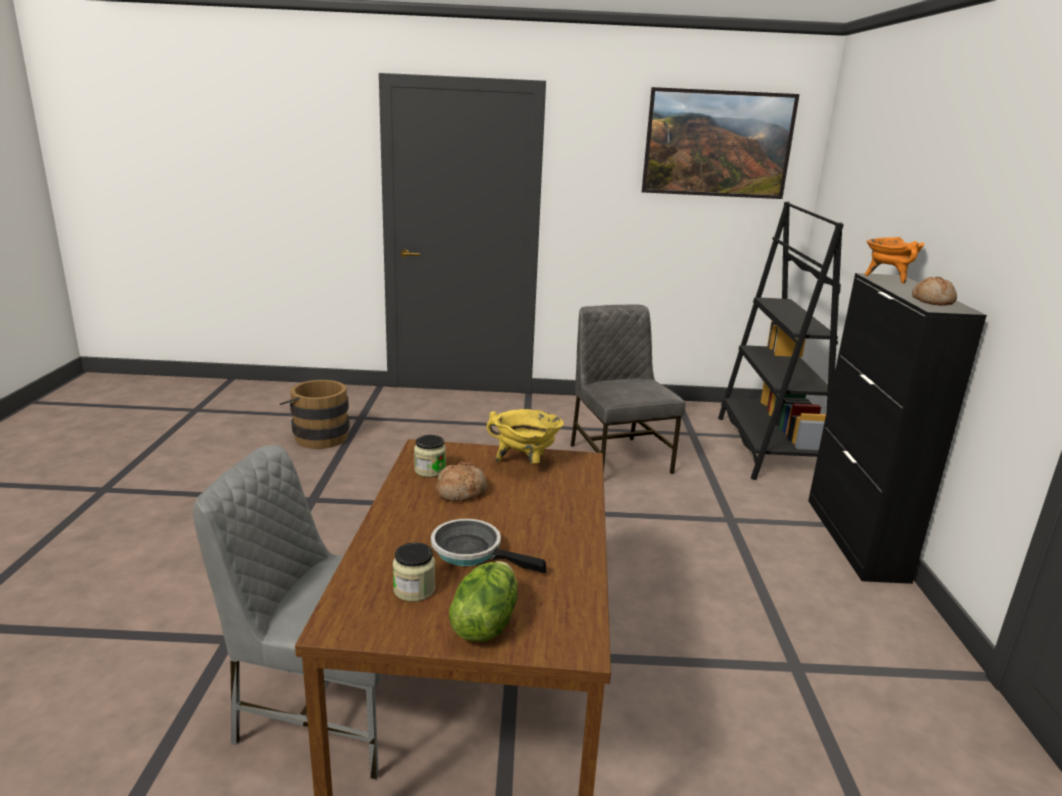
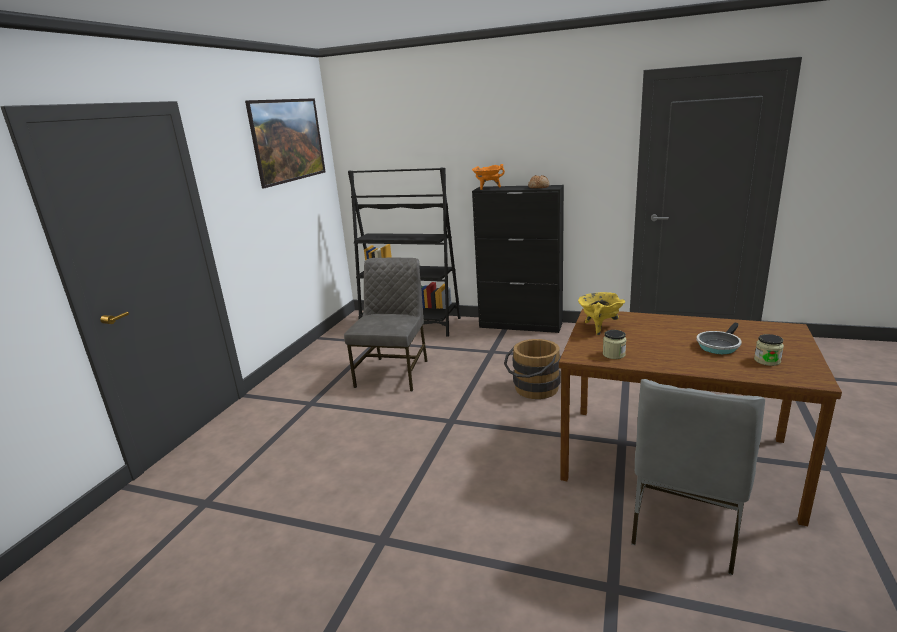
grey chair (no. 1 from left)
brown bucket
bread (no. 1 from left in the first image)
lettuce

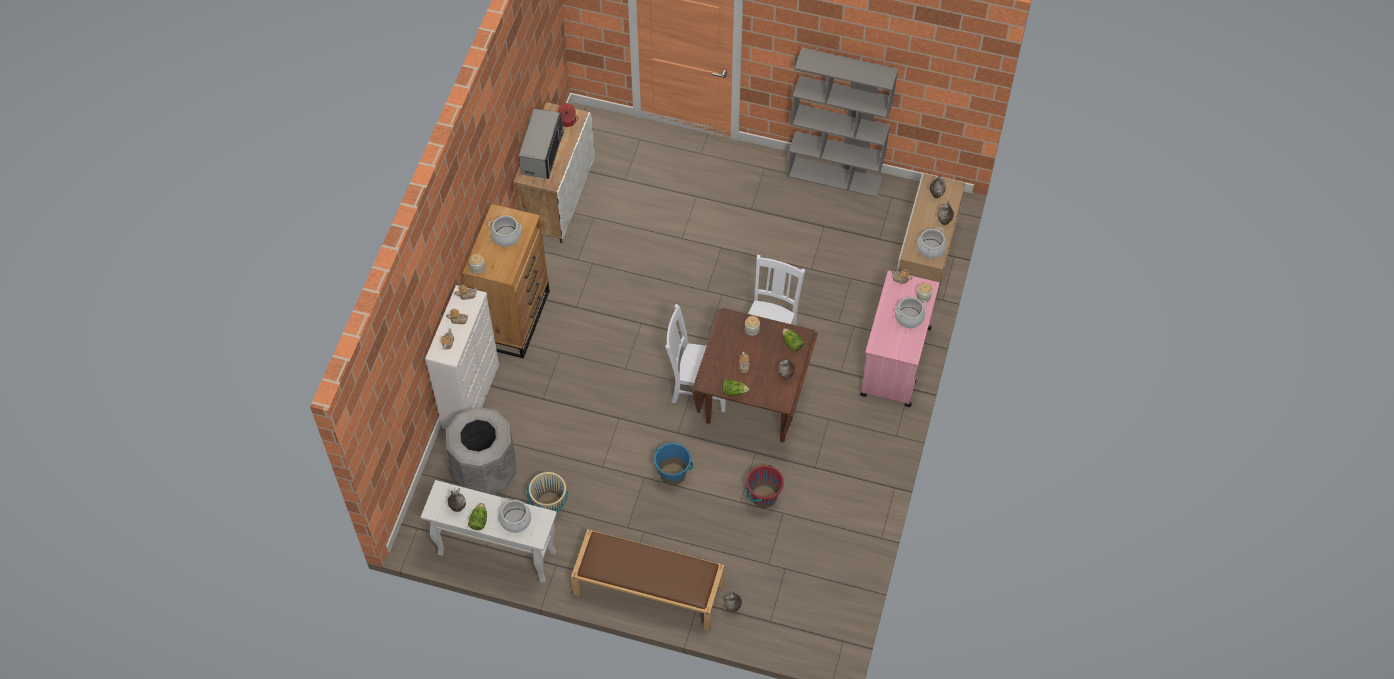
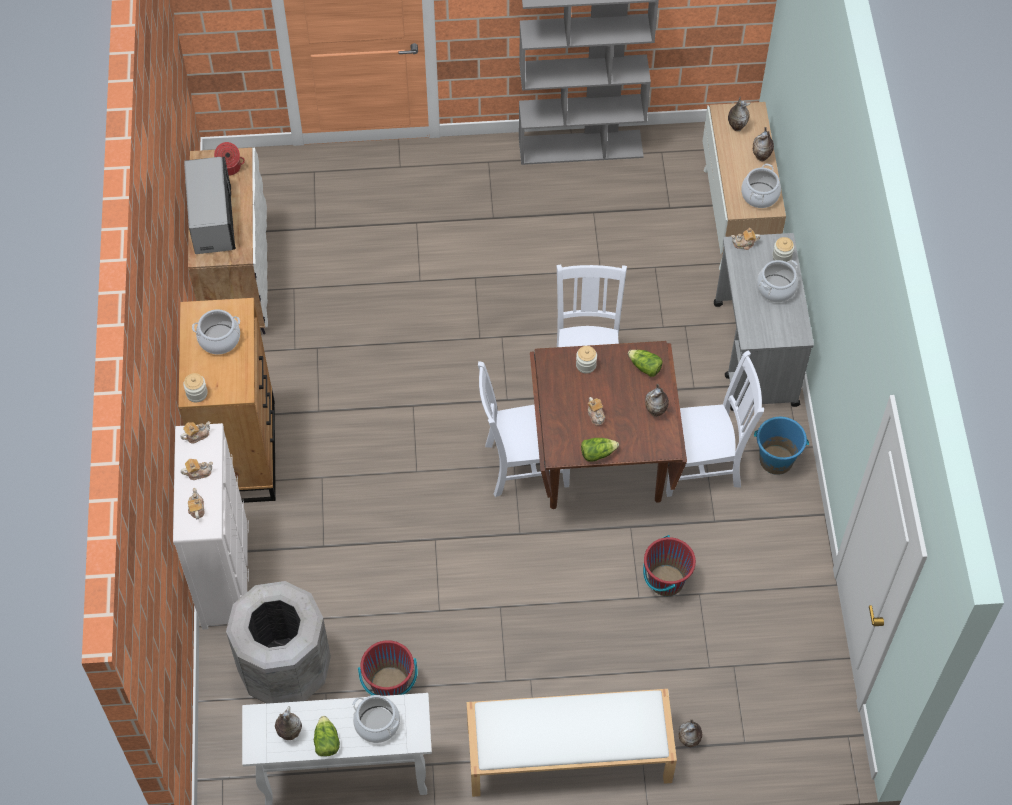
red bucket (no. 1 from left)
white bench
white chair (no. 3 from left)
grey cart
blue bucket

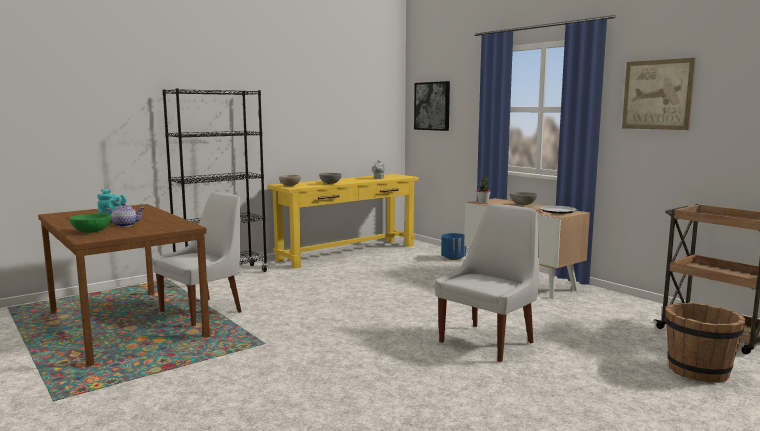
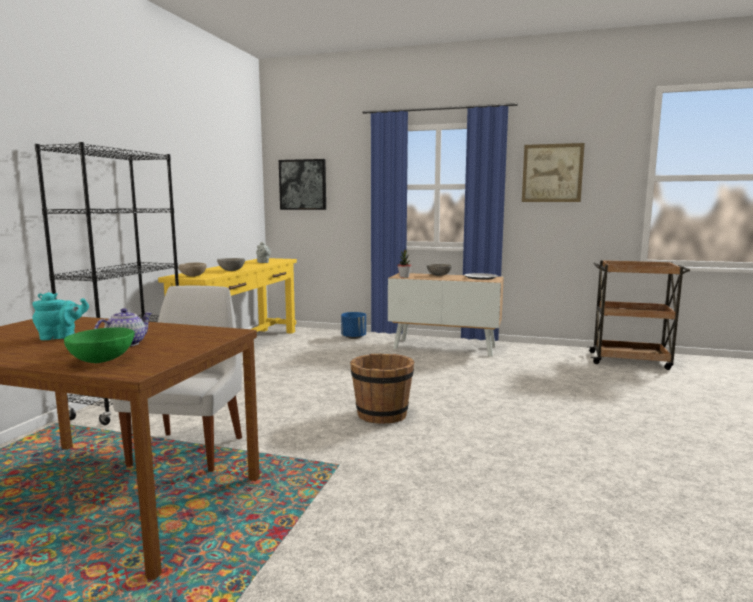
brown bucket
white chair (no. 2 from left in the first image)

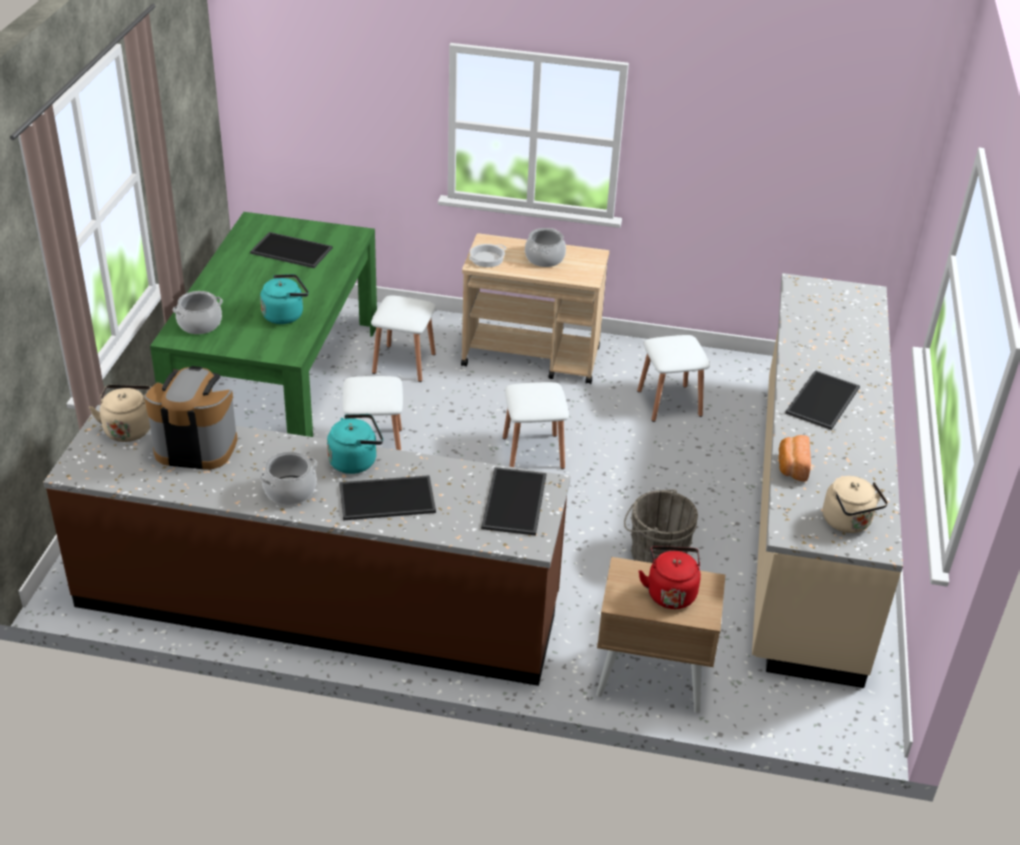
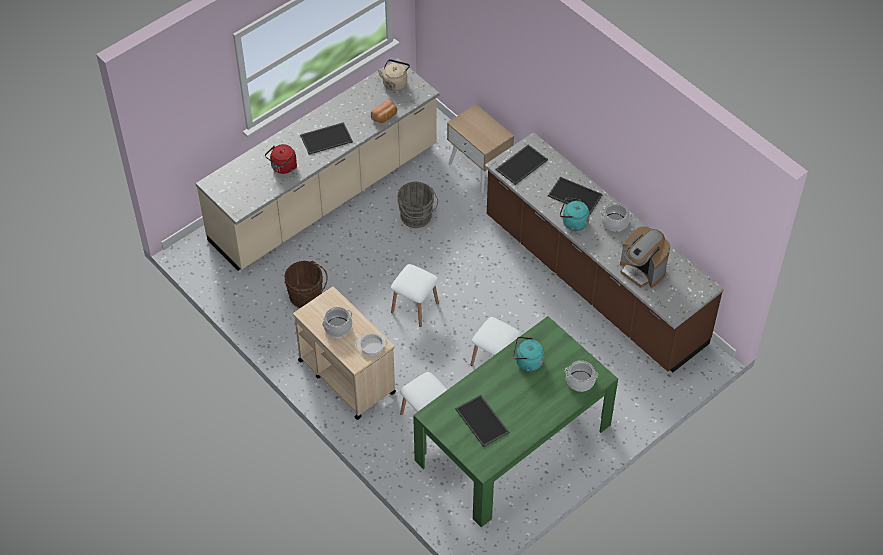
red kettle
brown bucket
beige kettle (no. 1 from left in the first image)

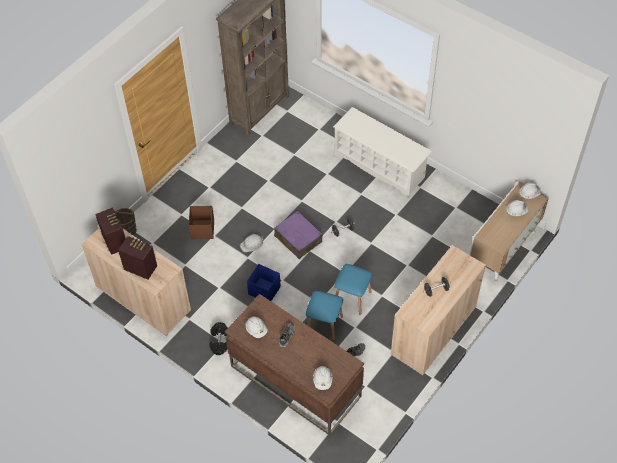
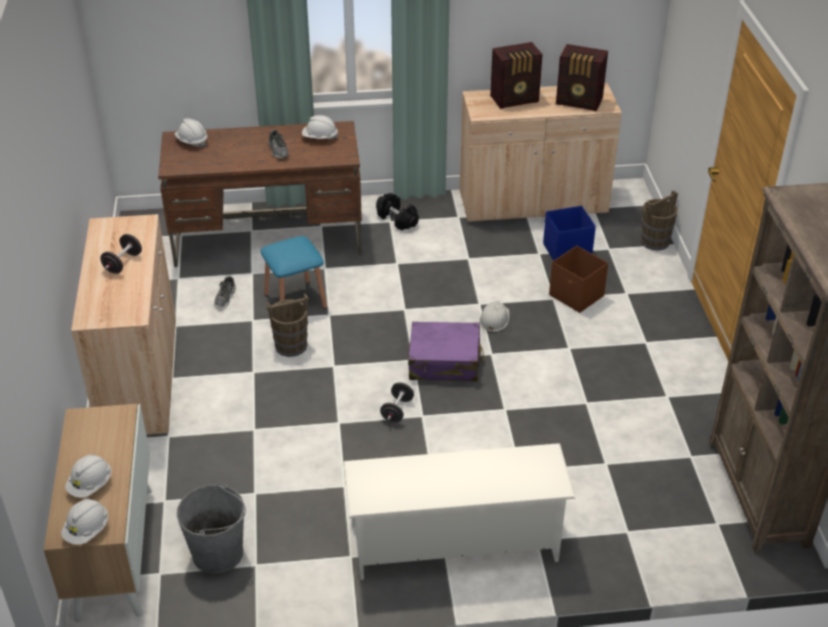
grey bucket
brown bucket (no. 1 from left)
blue storage box

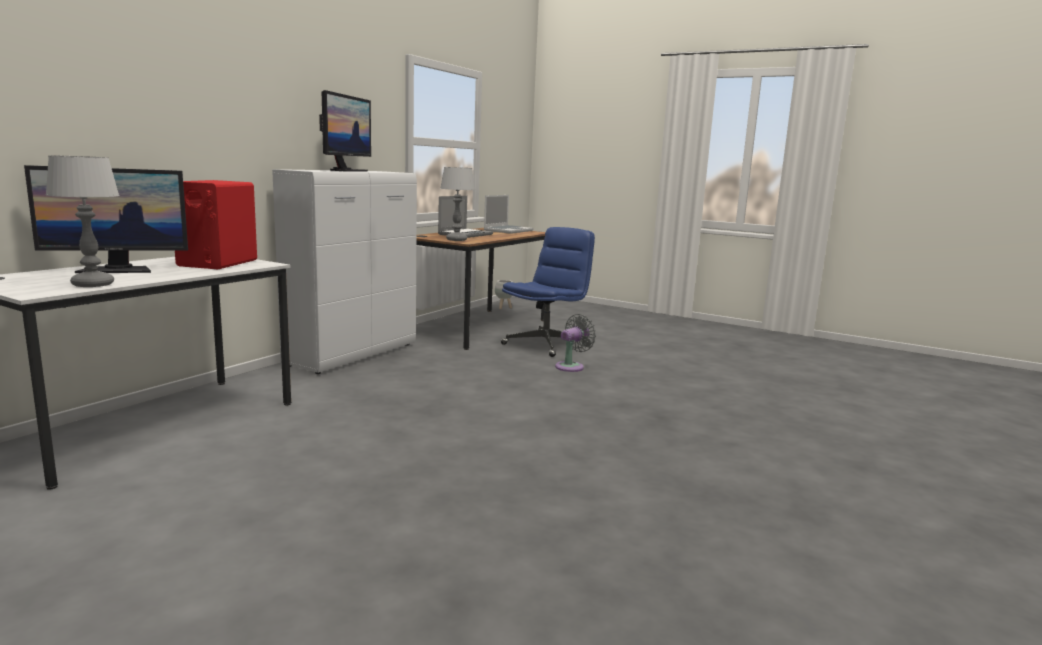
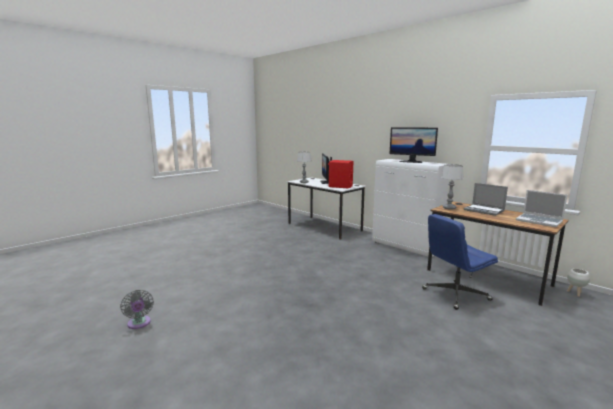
grey fan
blue office chair

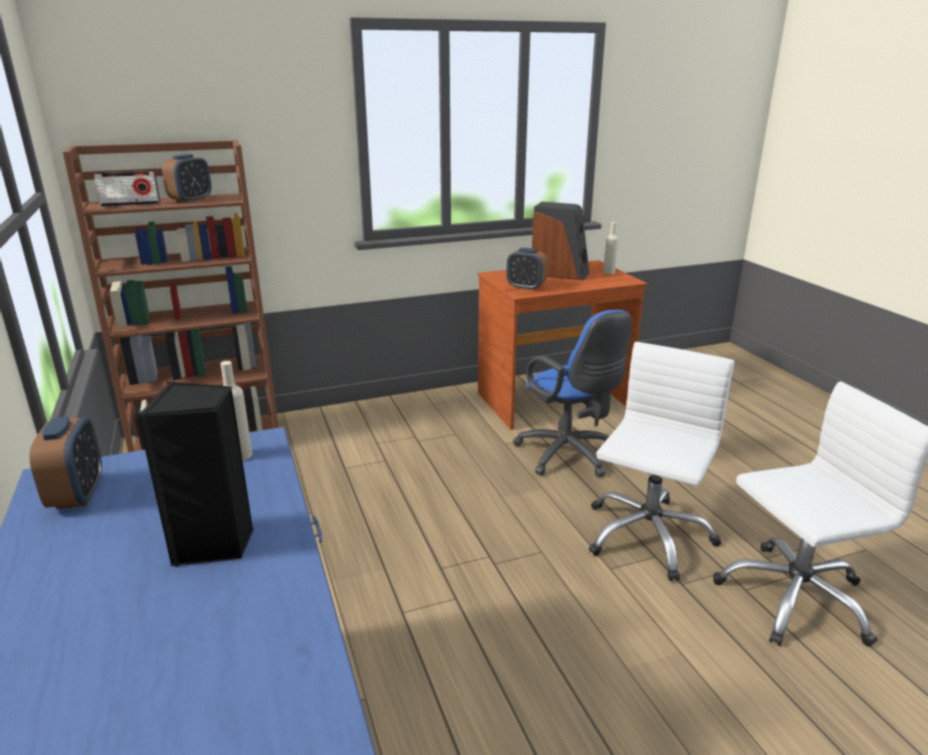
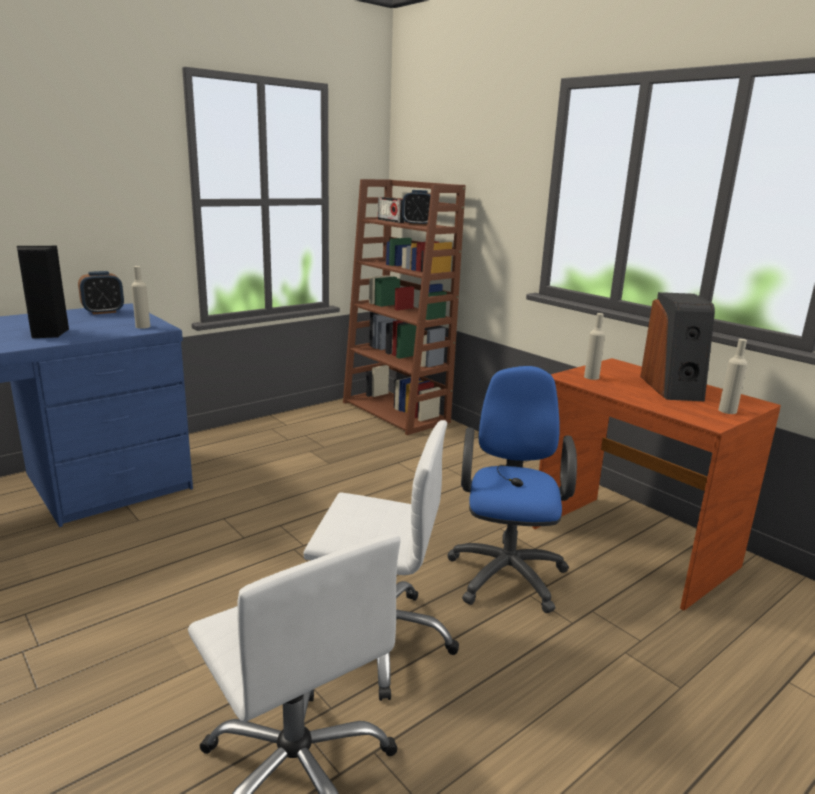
blue office chair
beige bottle (no. 2 from left)

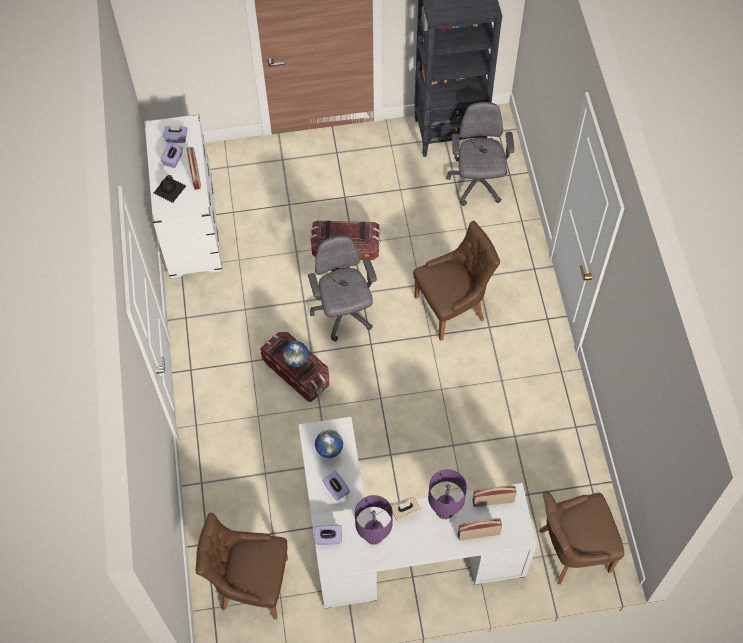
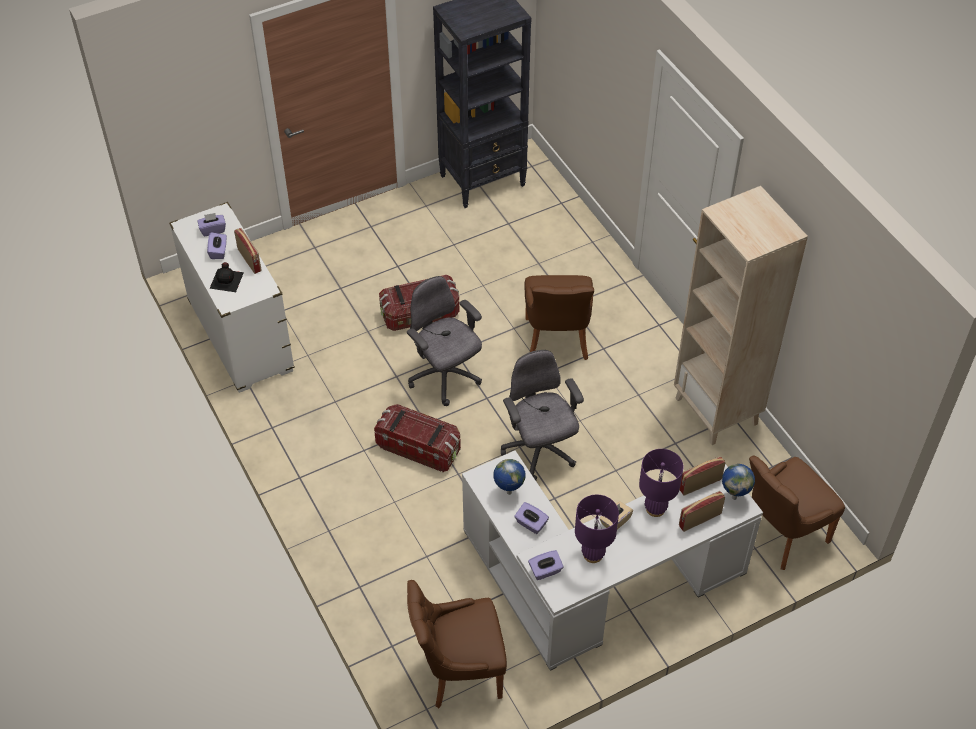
grey office chair (no. 2 from left)
brown chair (no. 2 from left)
beige bookcase
globe (no. 2 from left)

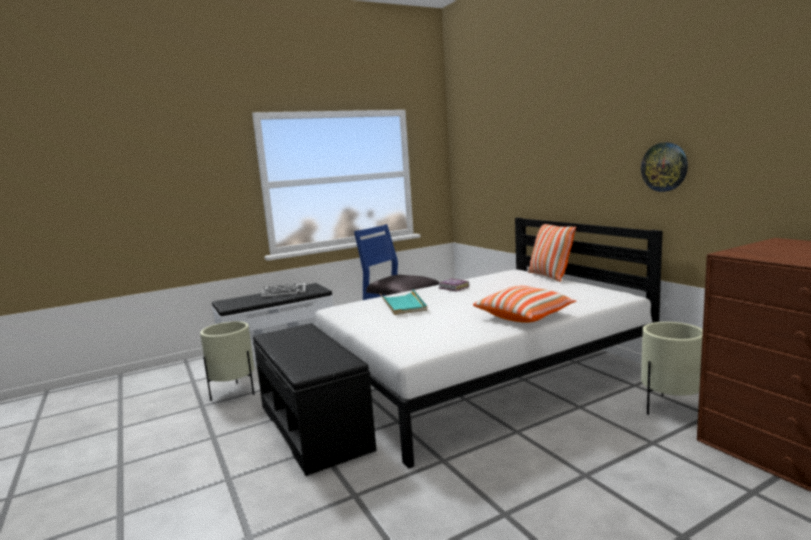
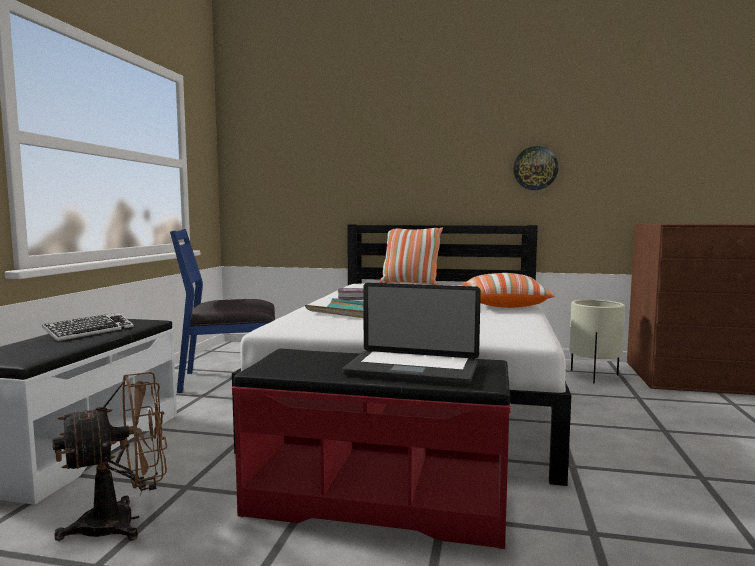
brown fan
red bench
laptop

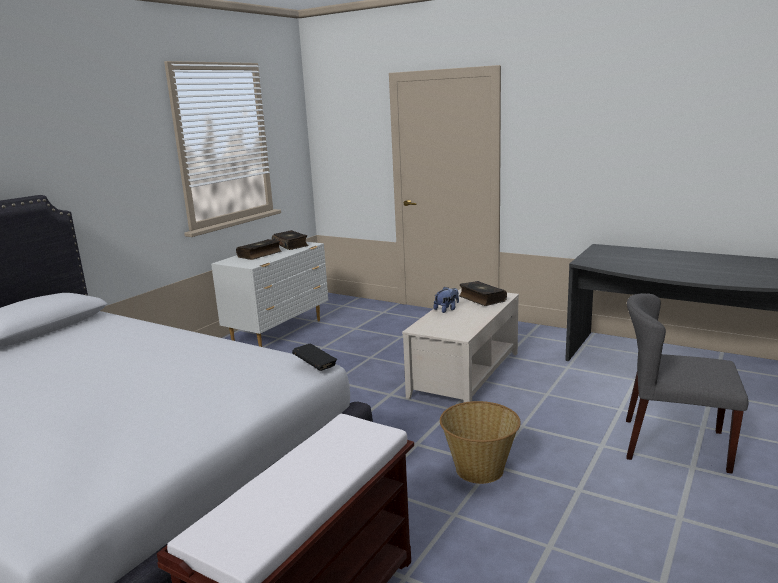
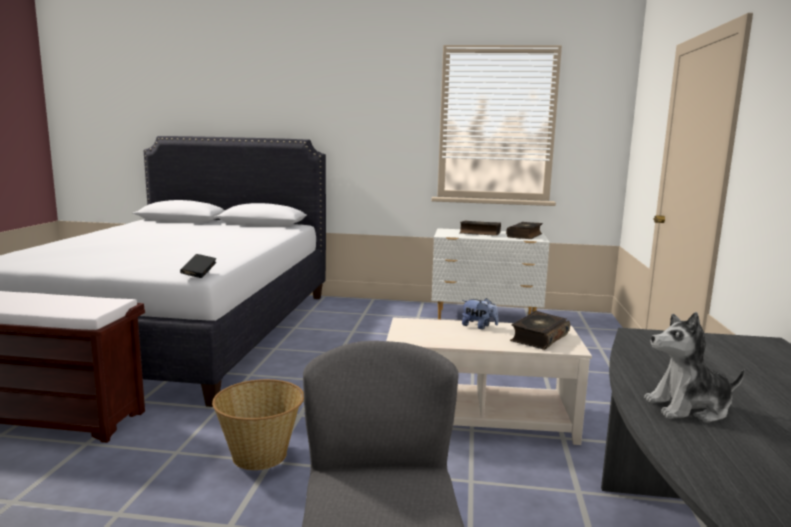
plush toy (no. 2 from left)

